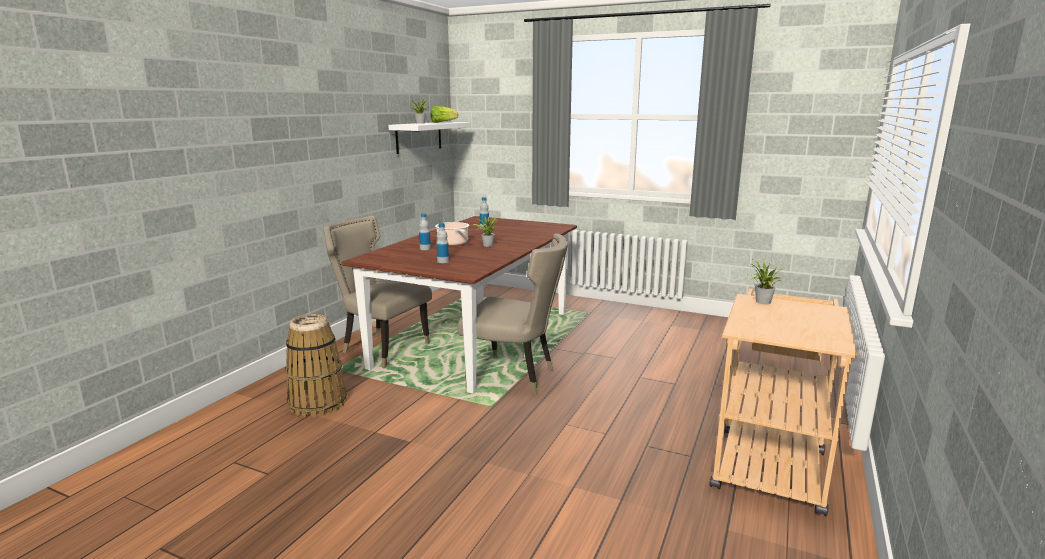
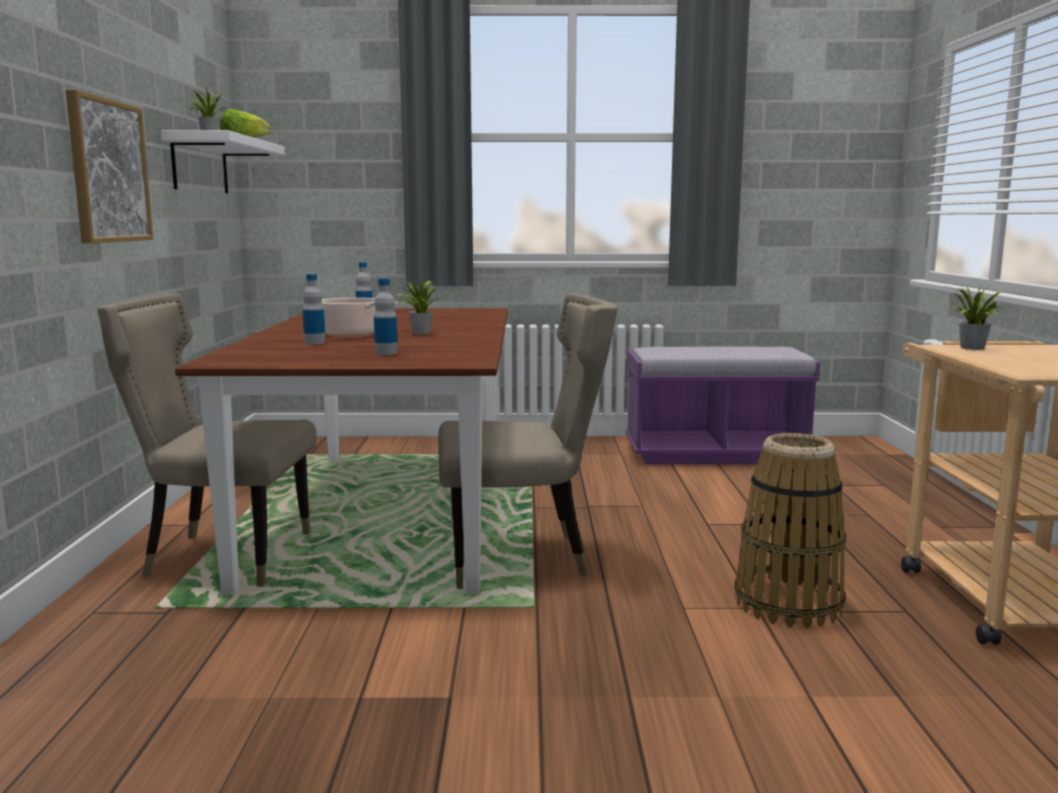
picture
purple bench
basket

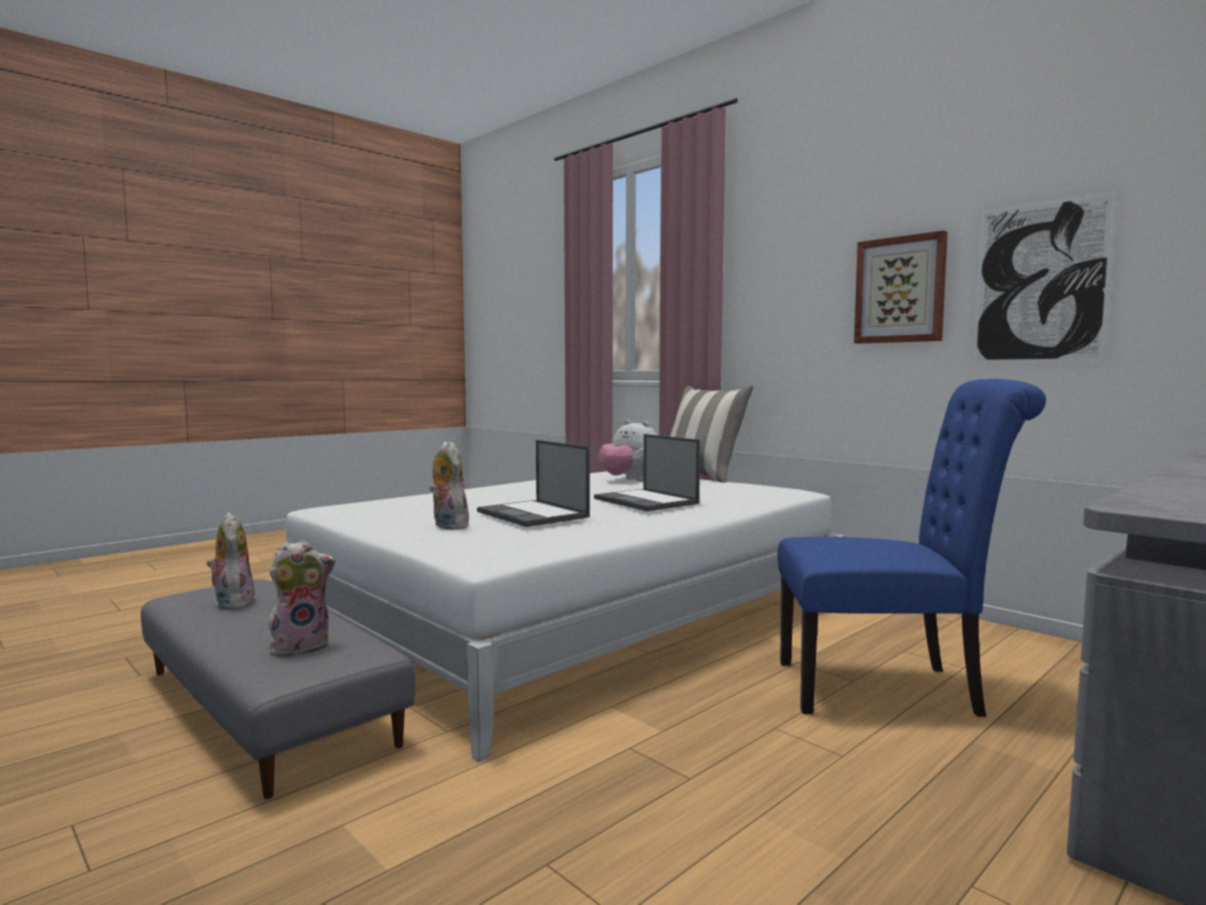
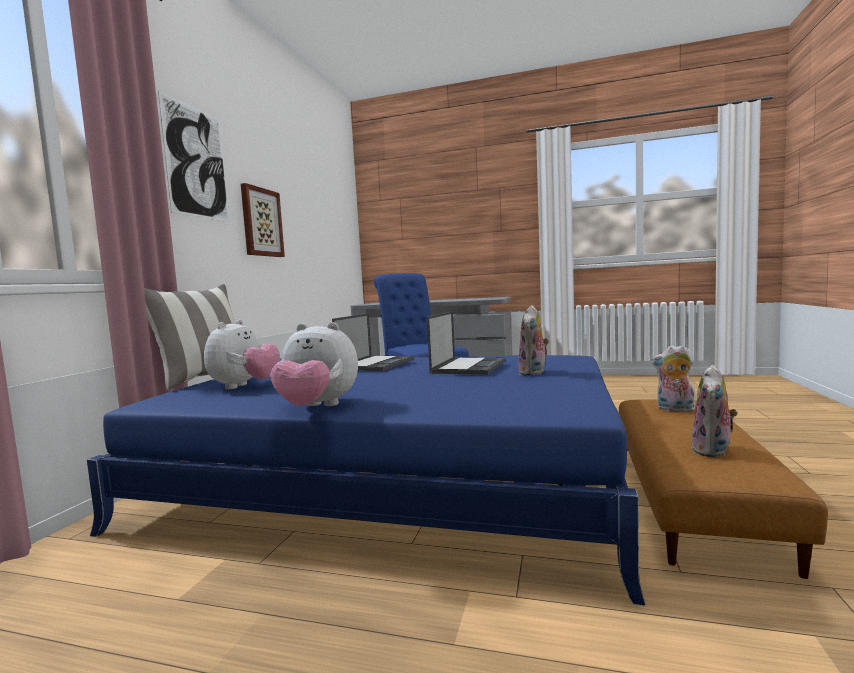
blue bed
picture (no. 1 from left)
plush toy (no. 2 from left)
brown ottoman

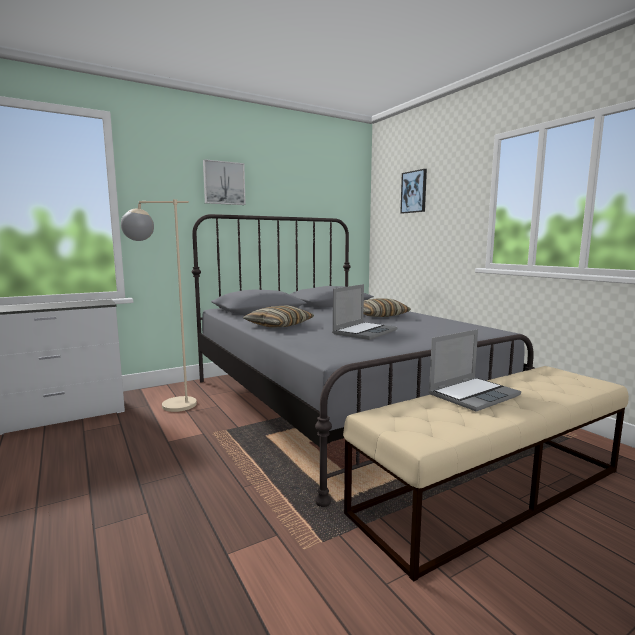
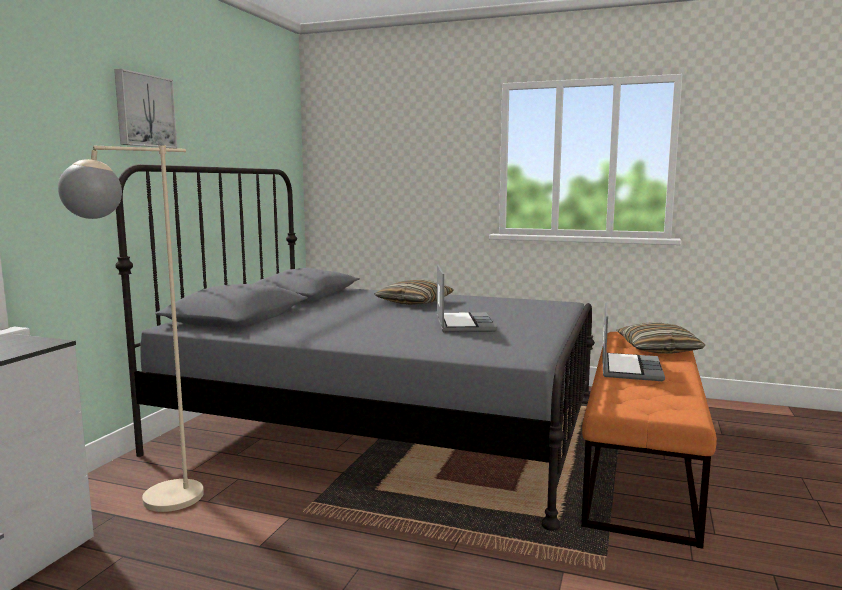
orange bench
pillow (no. 2 from left)
picture (no. 2 from left in the first image)

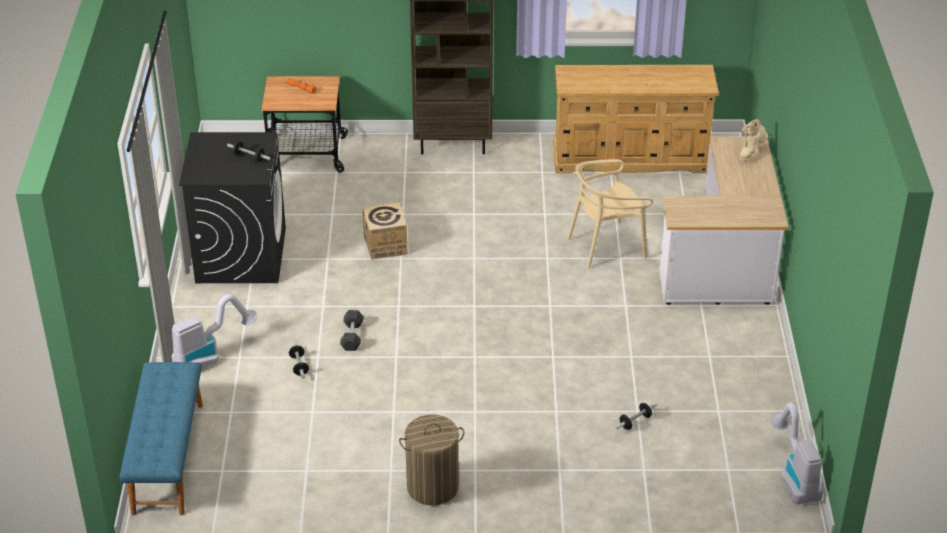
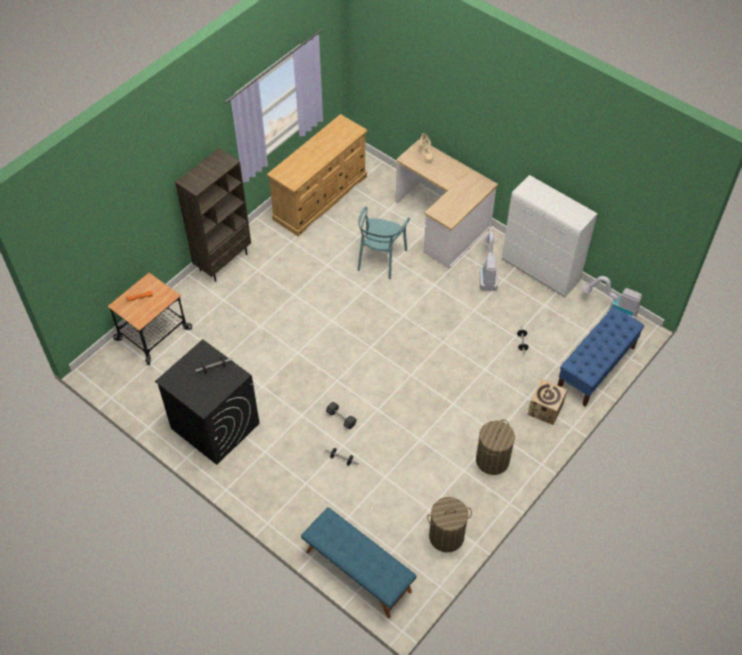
turquoise chair
laundry basket (no. 1 from left)
vacuum cleaner (no. 1 from left)
white cabinet
cardboard box
blue bench (no. 2 from left)

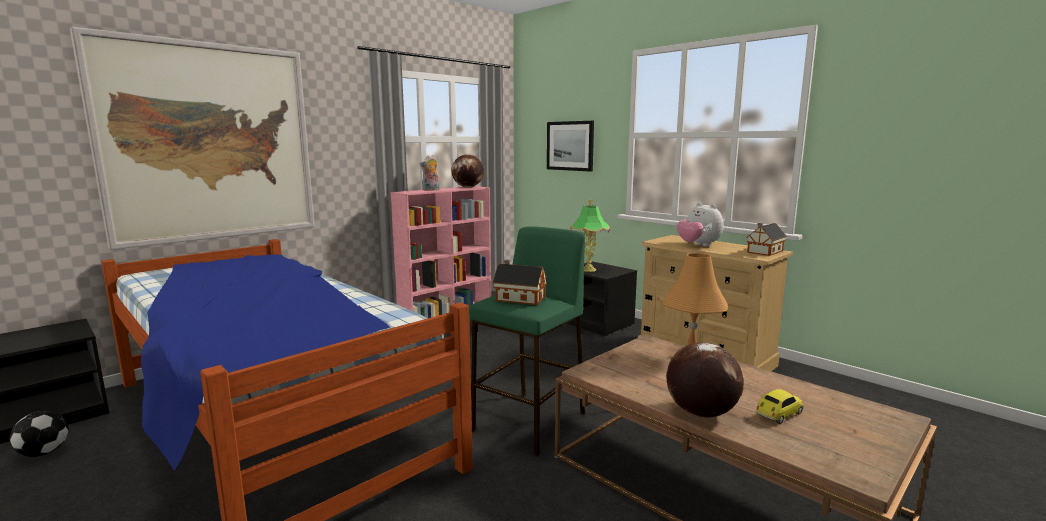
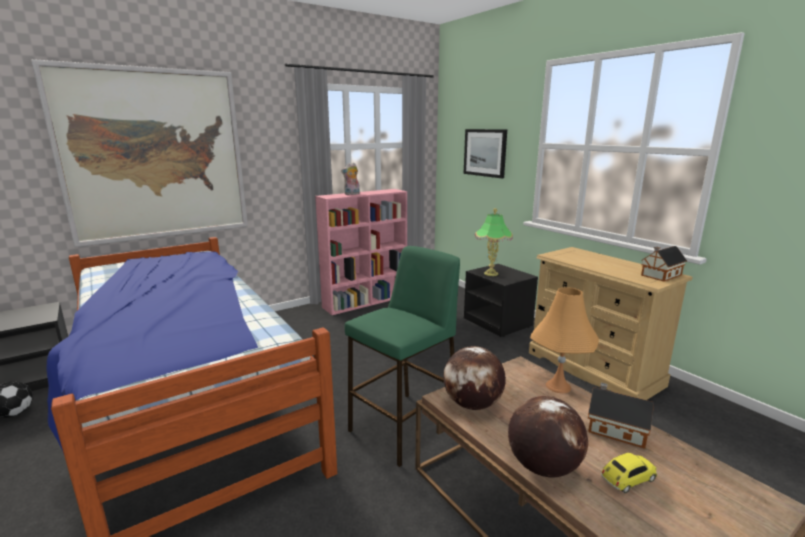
globe (no. 1 from left)
toy house (no. 1 from left)
plush toy (no. 2 from left in the first image)

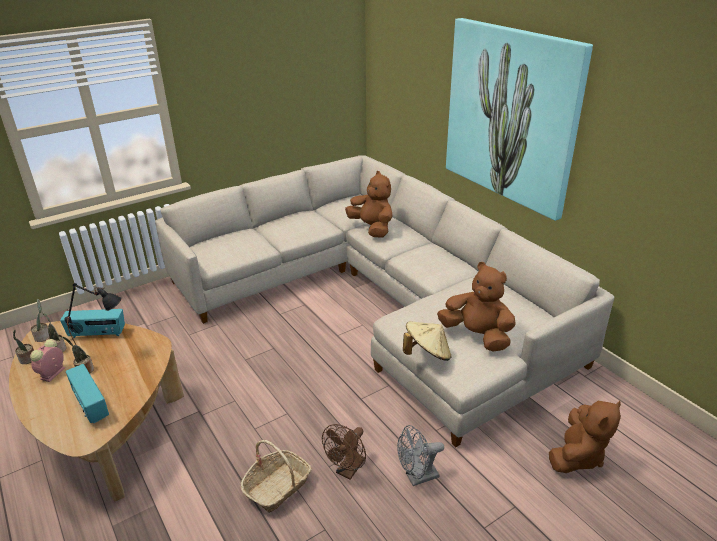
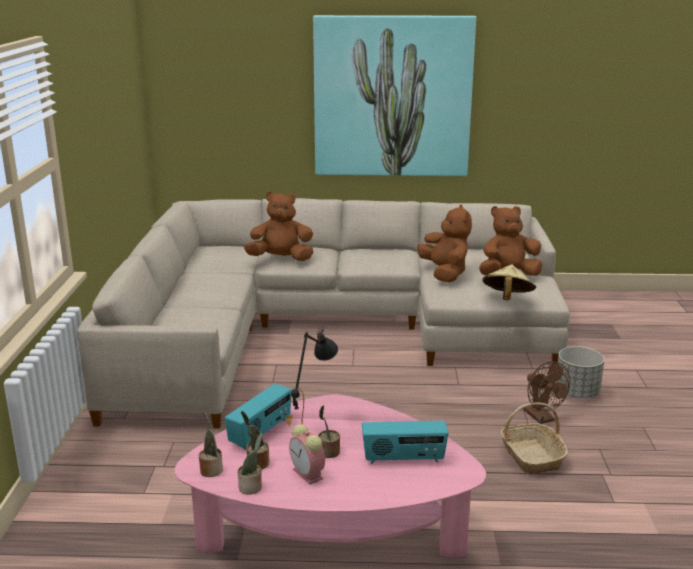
pink coffee table
brown plush toy (no. 2 from left)
grey planter

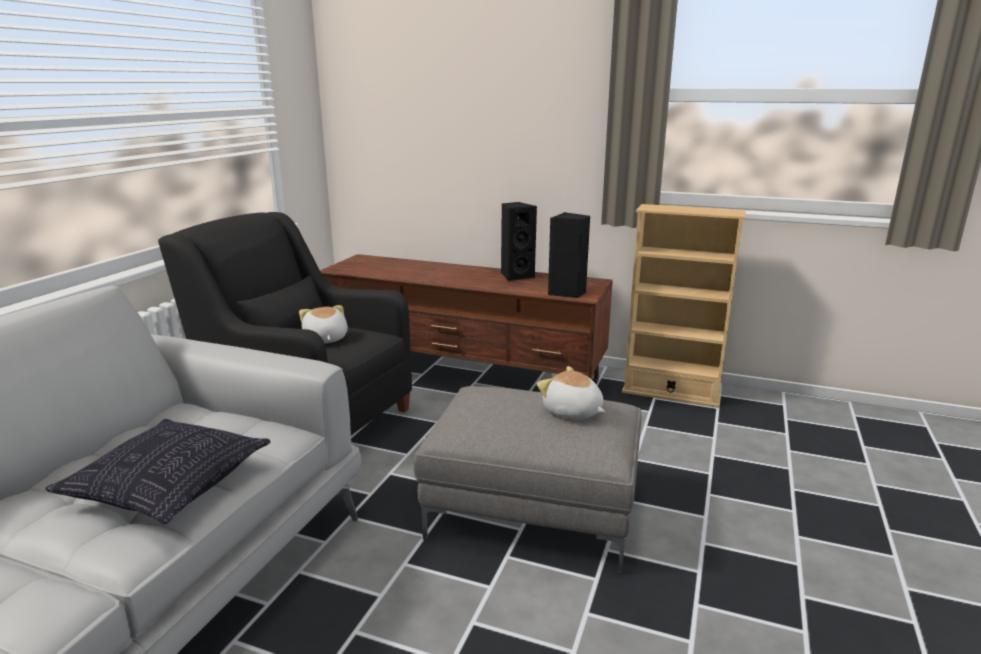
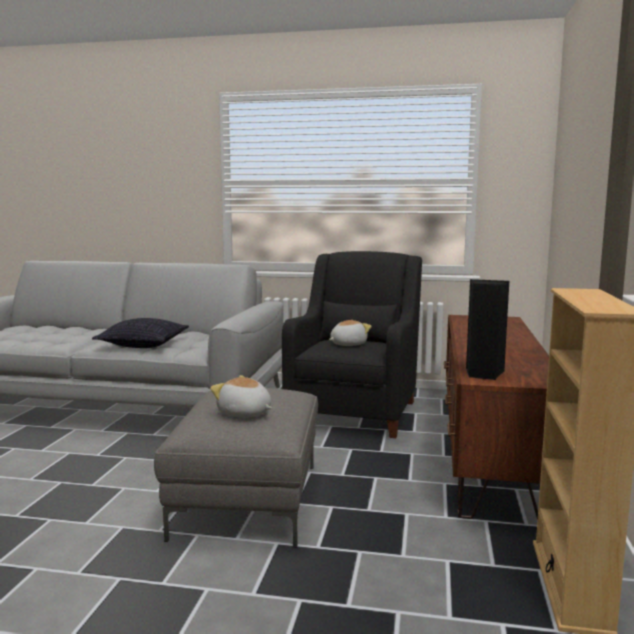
plush toy (no. 1 from left)
black speaker (no. 1 from left in the first image)

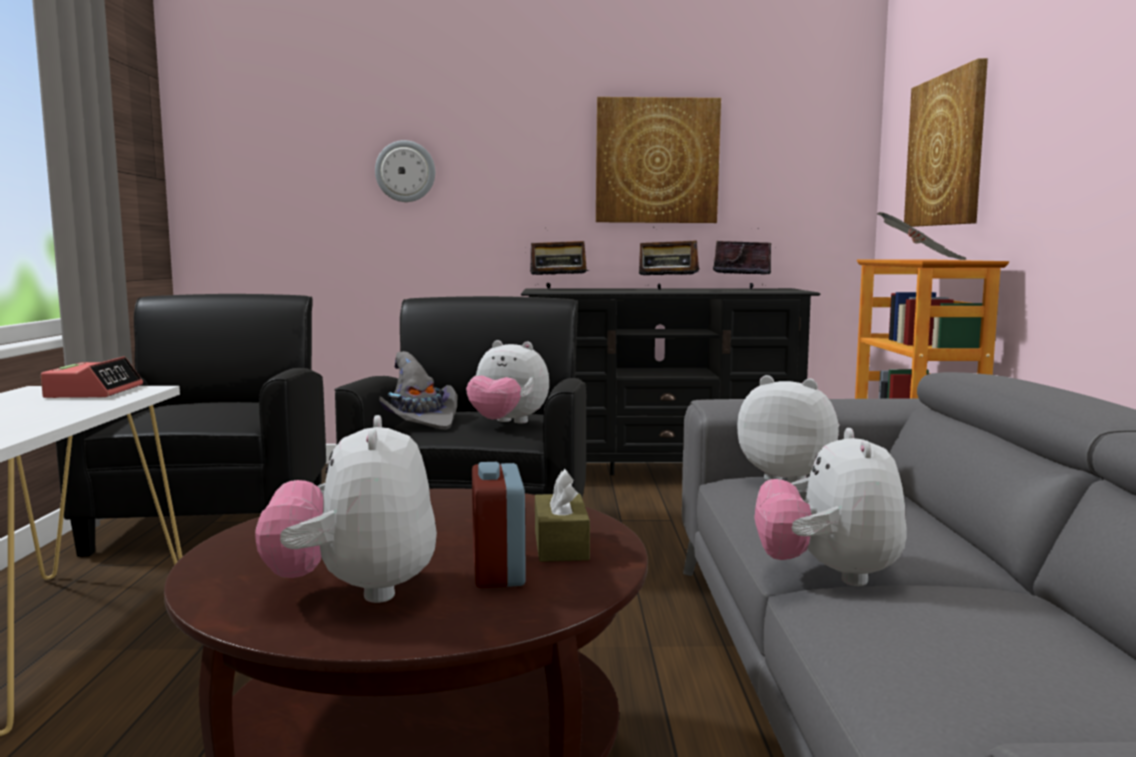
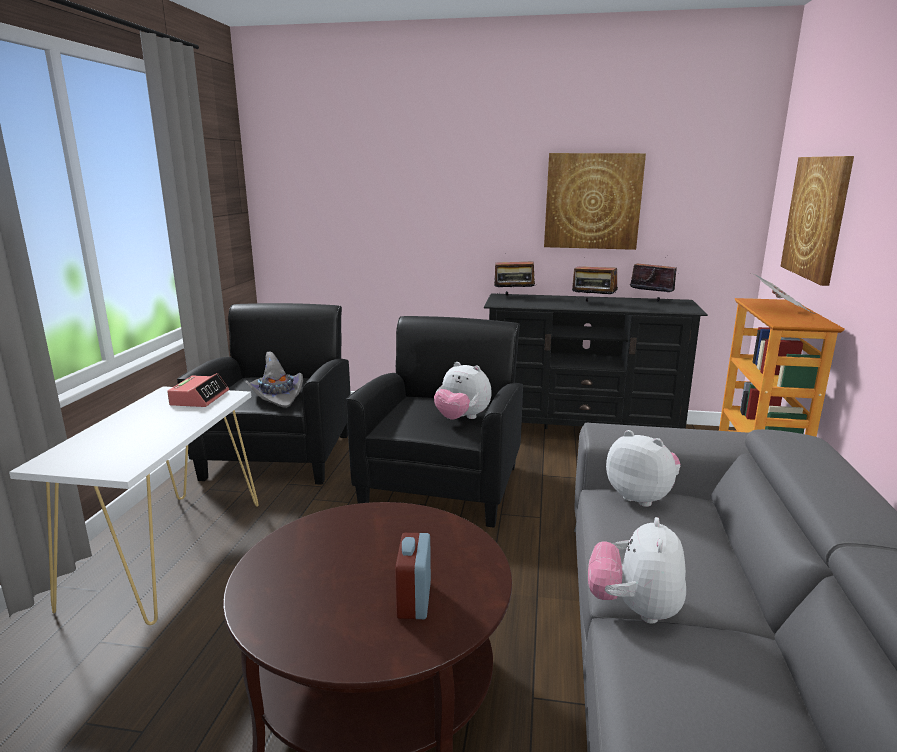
grey hat
plush toy (no. 1 from left in the first image)
wall clock
brown tissue box

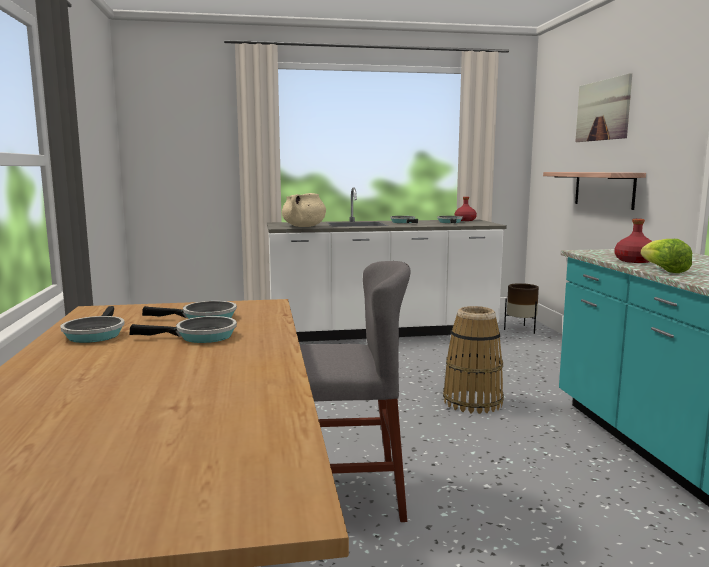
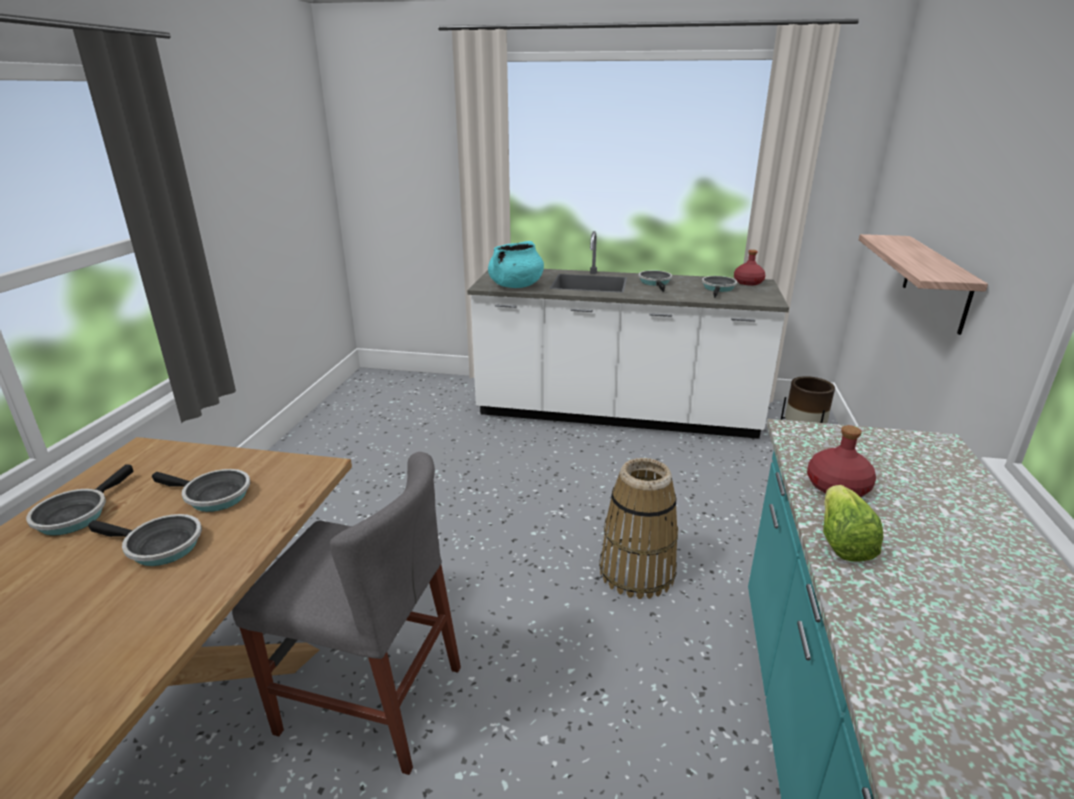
turquoise cooking pot
picture

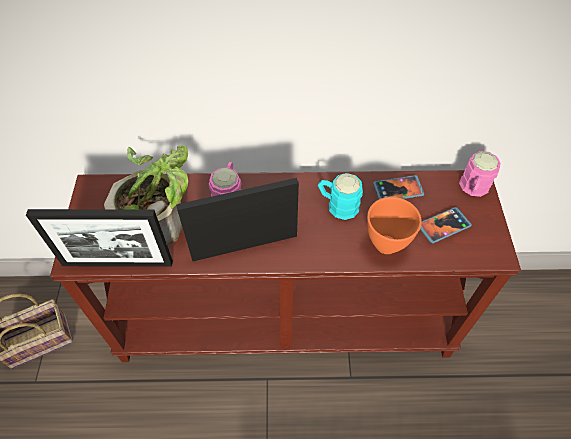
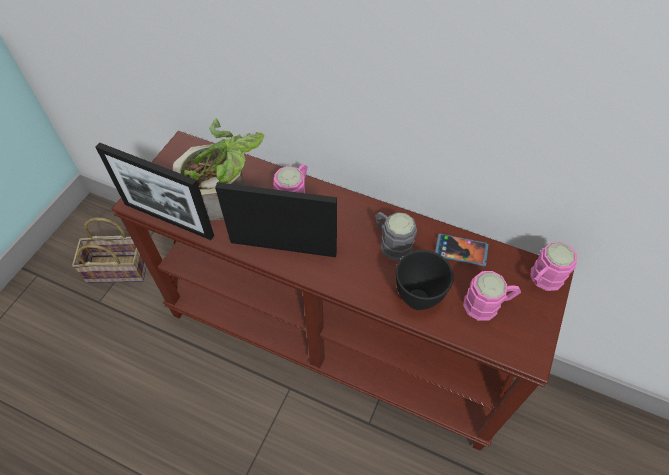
grey mug
black bowl
pink mug (no. 2 from left)

